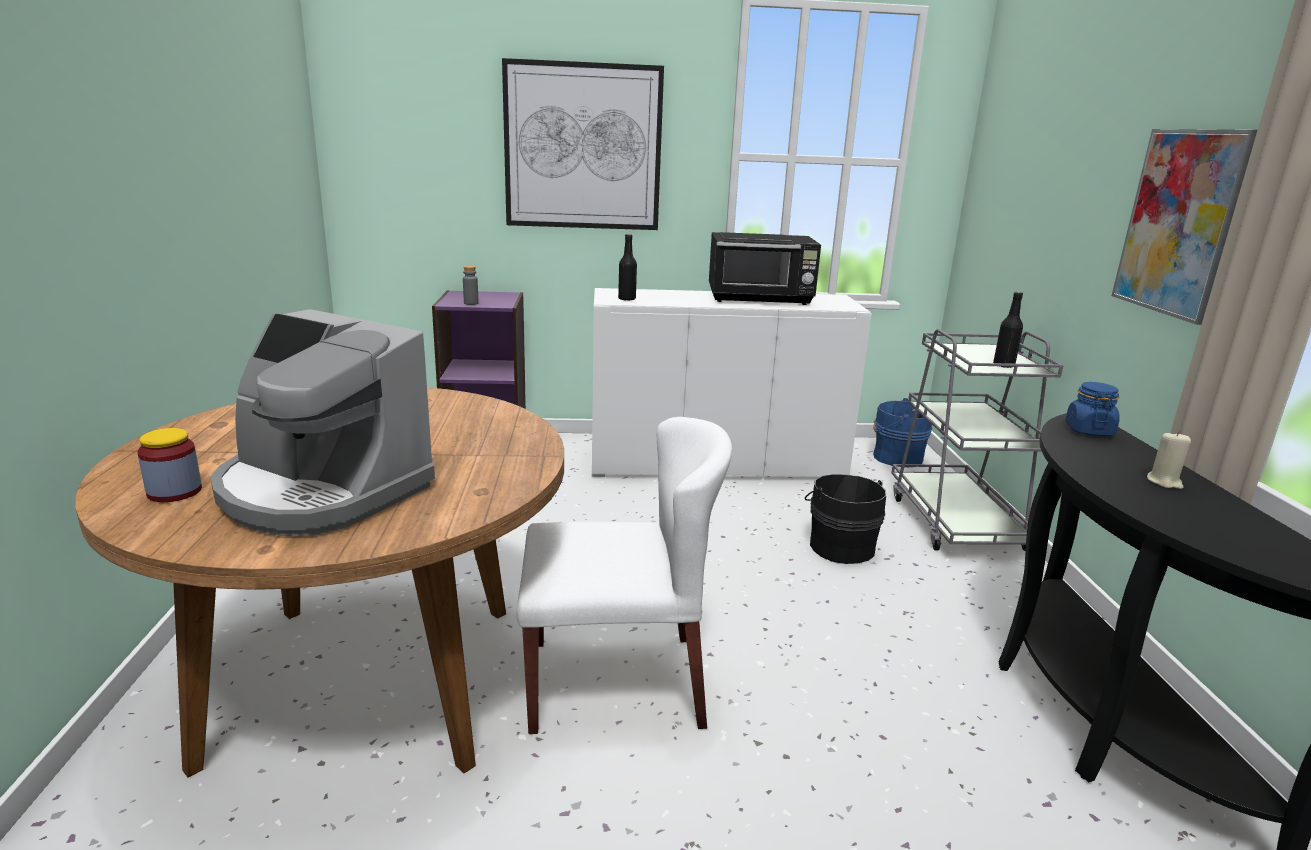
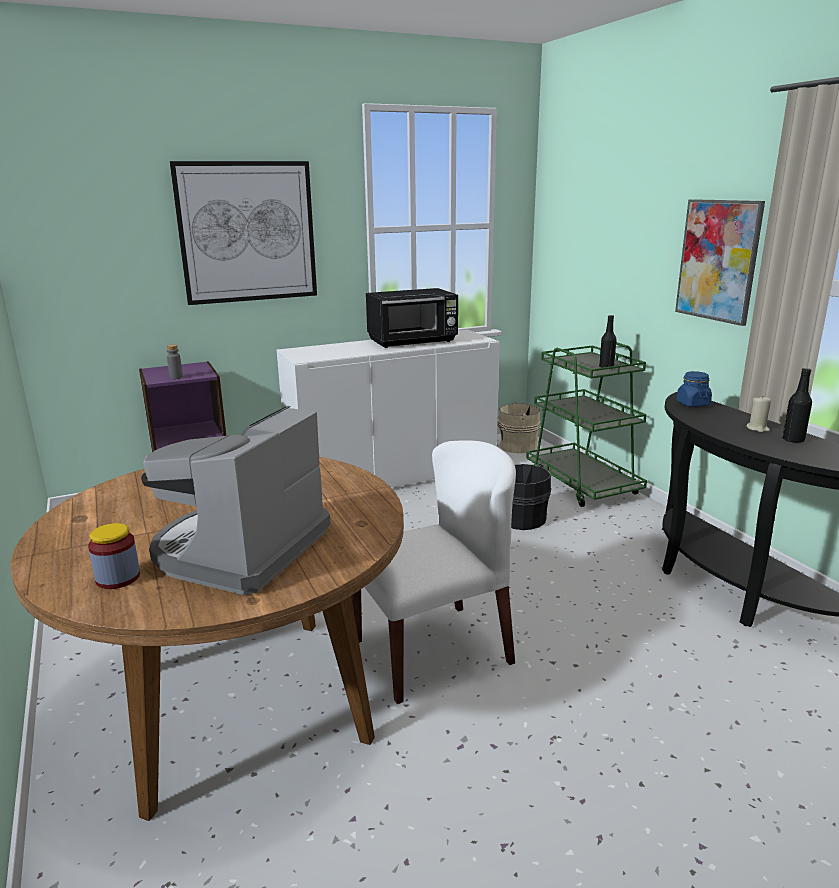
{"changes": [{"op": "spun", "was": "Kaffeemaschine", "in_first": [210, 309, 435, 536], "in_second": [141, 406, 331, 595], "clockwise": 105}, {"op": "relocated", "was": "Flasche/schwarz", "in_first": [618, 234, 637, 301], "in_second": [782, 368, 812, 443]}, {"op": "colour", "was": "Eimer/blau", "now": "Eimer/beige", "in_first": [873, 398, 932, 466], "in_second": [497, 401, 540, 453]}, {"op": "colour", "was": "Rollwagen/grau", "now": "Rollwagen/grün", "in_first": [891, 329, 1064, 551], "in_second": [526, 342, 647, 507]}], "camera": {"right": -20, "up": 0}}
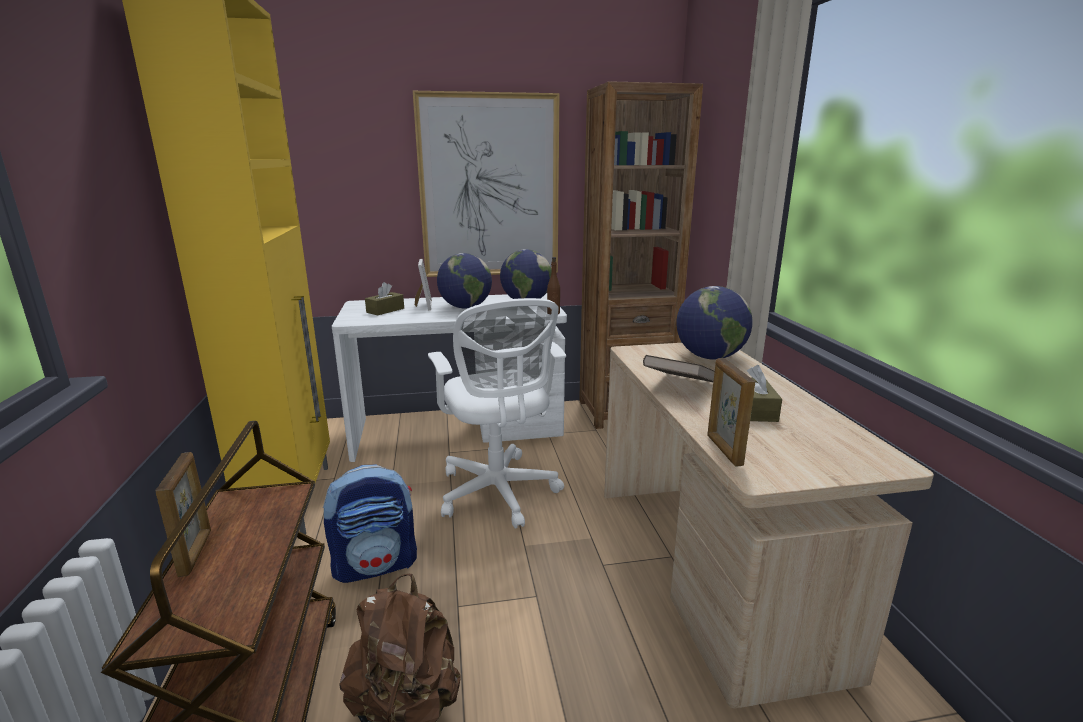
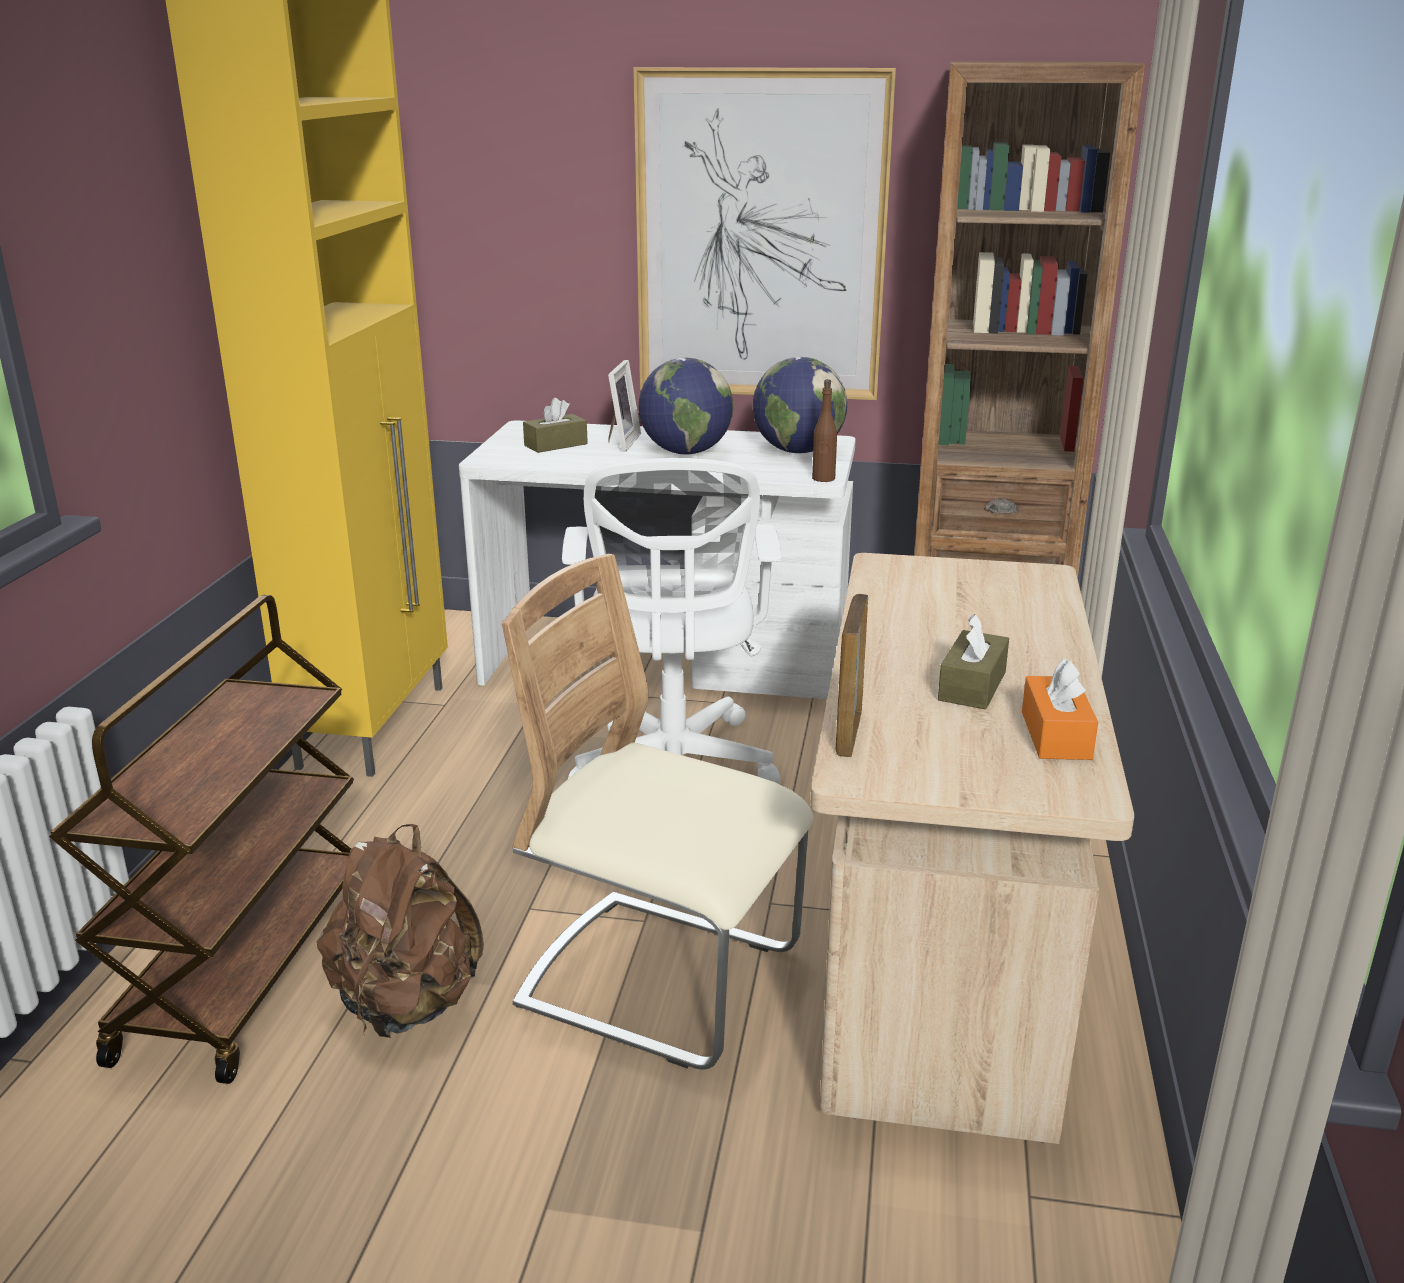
{"changes": [{"op": "missing", "was": "Bilderrahmen", "in_first": [155, 452, 211, 577]}, {"op": "missing", "was": "Rucksack", "in_first": [323, 465, 417, 583]}, {"op": "missing", "was": "Buch/braun", "in_first": [643, 355, 715, 382]}, {"op": "missing", "was": "Globus", "in_first": [676, 286, 752, 359]}, {"op": "appeared", "now": "Stuhl/beige", "in_second": [502, 554, 814, 1070]}, {"op": "appeared", "now": "Taschentuchbox/orange", "in_second": [1022, 659, 1098, 760]}], "camera": {"right": 20, "up": 5}}
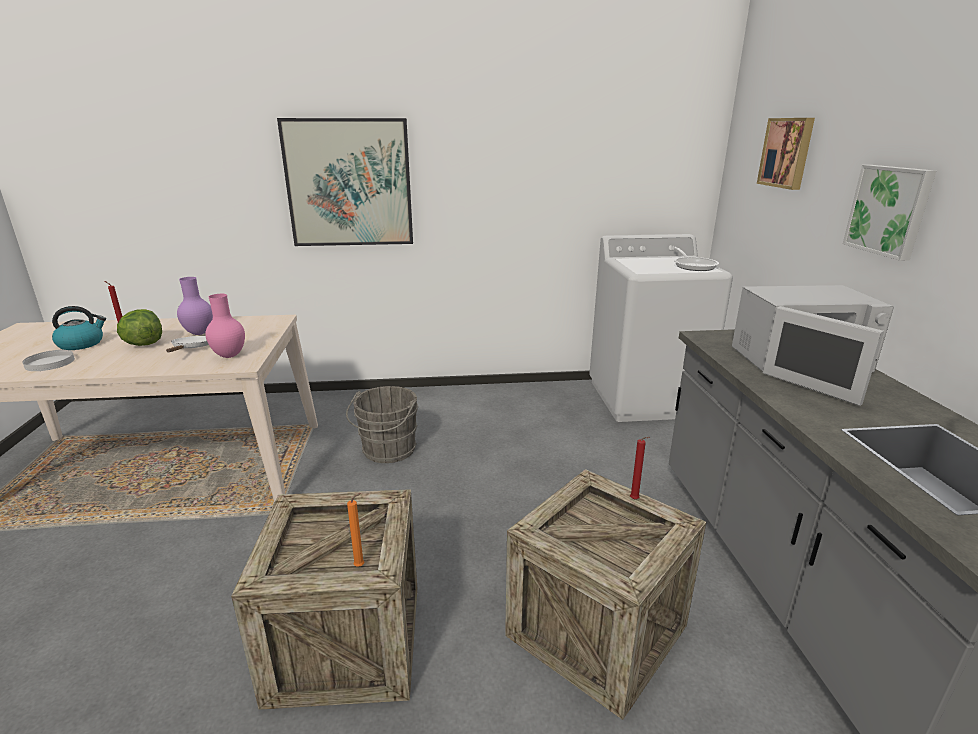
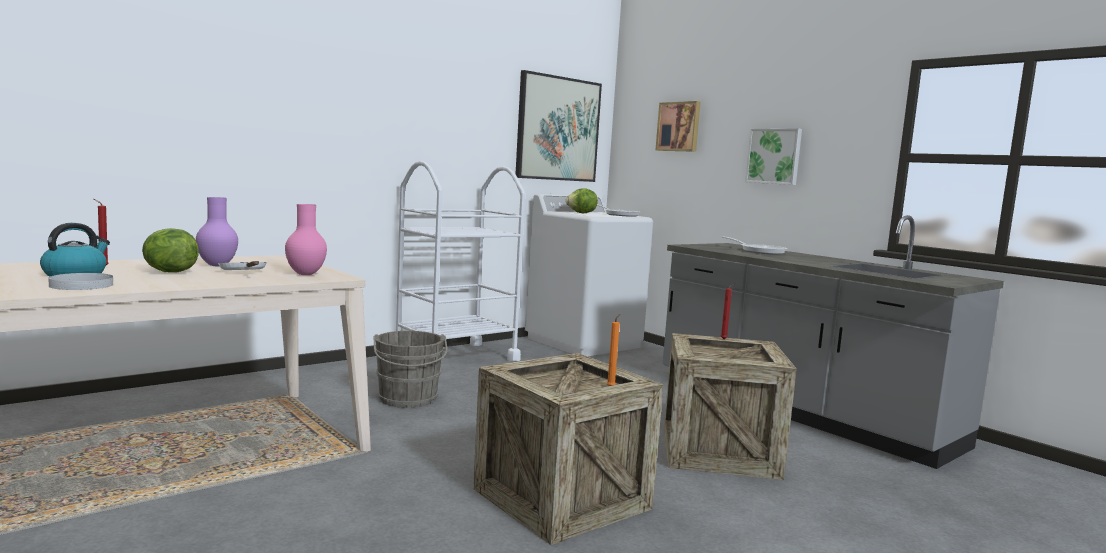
{"changes": [{"op": "relocated", "was": "Bild", "in_first": [277, 118, 413, 246], "in_second": [515, 70, 602, 182]}, {"op": "exchanged", "was": "Mikrowelle/weiß", "now": "Pfanne", "in_first": [732, 285, 894, 406], "in_second": [722, 236, 787, 255]}, {"op": "appeared", "now": "Rollwagen/weiß", "in_second": [396, 161, 525, 361]}, {"op": "appeared", "now": "Salatkopf", "in_second": [565, 188, 598, 213]}], "camera": {"right": -35, "up": -15}}
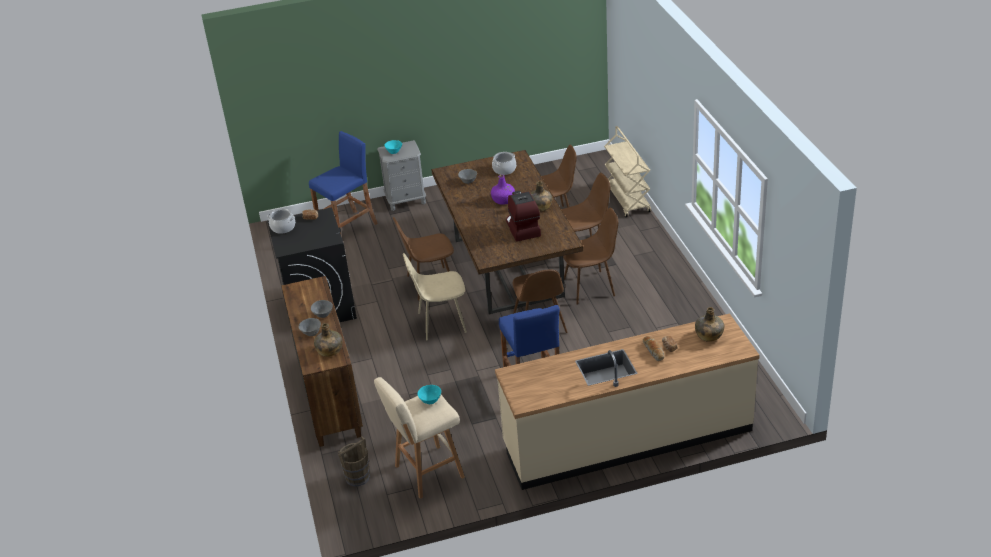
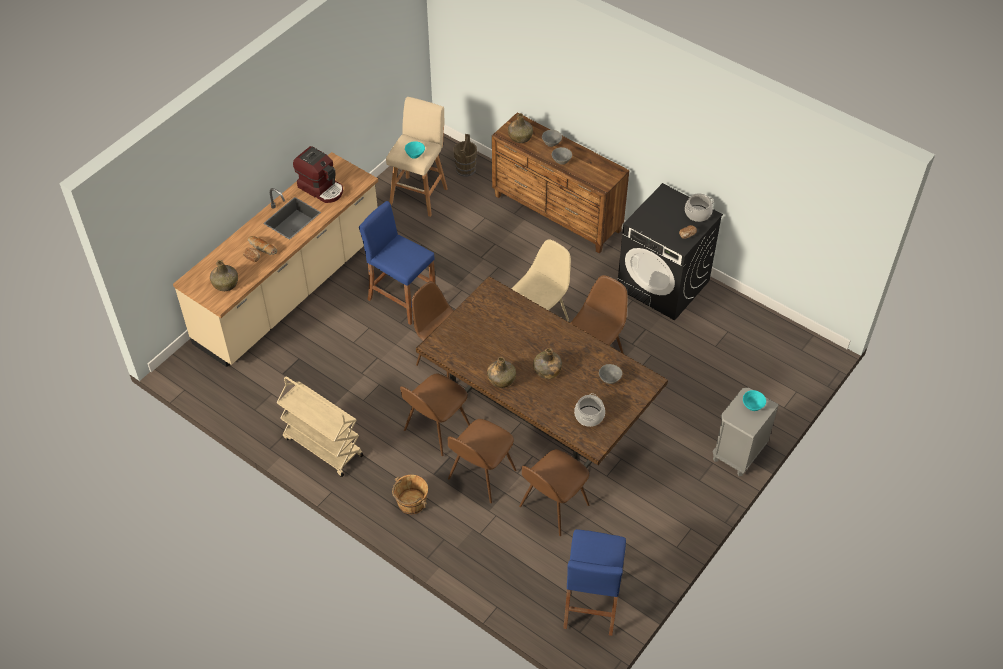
{"changes": [{"op": "relocated", "was": "Hocker/blau", "in_first": [309, 131, 378, 234], "in_second": [563, 529, 626, 636]}, {"op": "colour", "was": "Flasche/lila", "now": "Flasche/grün", "in_first": [491, 174, 515, 205], "in_second": [533, 348, 562, 379]}, {"op": "relocated", "was": "Kaffeemaschine", "in_first": [506, 191, 541, 242], "in_second": [293, 146, 343, 203]}, {"op": "relocated", "was": "Rollwagen/beige", "in_first": [604, 126, 651, 217], "in_second": [276, 377, 364, 477]}, {"op": "appeared", "now": "Eimer/braun", "in_second": [392, 475, 428, 514]}], "camera": {"right": 140, "up": 15}}
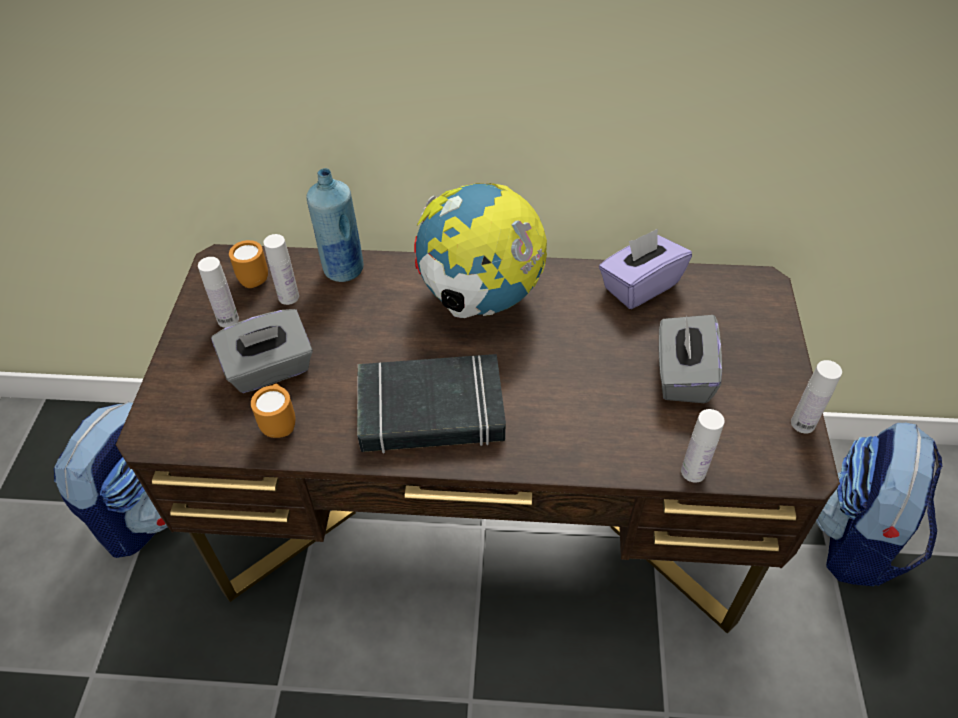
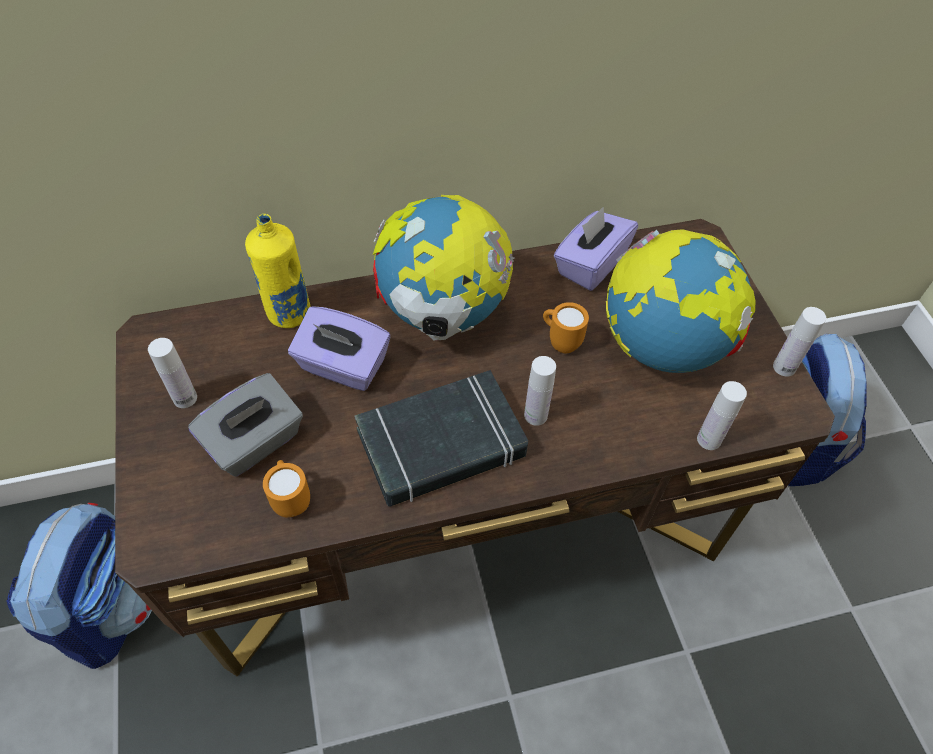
{"changes": [{"op": "relocated", "was": "Henkelbecher/orange", "in_first": [229, 240, 268, 288], "in_second": [543, 302, 589, 354]}, {"op": "relocated", "was": "Flasche/weiß", "in_first": [263, 234, 299, 305], "in_second": [524, 356, 556, 426]}, {"op": "colour", "was": "Flasche/blau", "now": "Flasche/gelb", "in_first": [306, 168, 364, 282], "in_second": [245, 214, 311, 328]}, {"op": "exchanged", "was": "Taschentuchbox/grau", "now": "Globus", "in_first": [659, 315, 722, 403], "in_second": [606, 229, 755, 373]}, {"op": "appeared", "now": "Taschentuchbox/lila", "in_second": [288, 306, 390, 391]}], "camera": {"right": -20, "up": 5}}
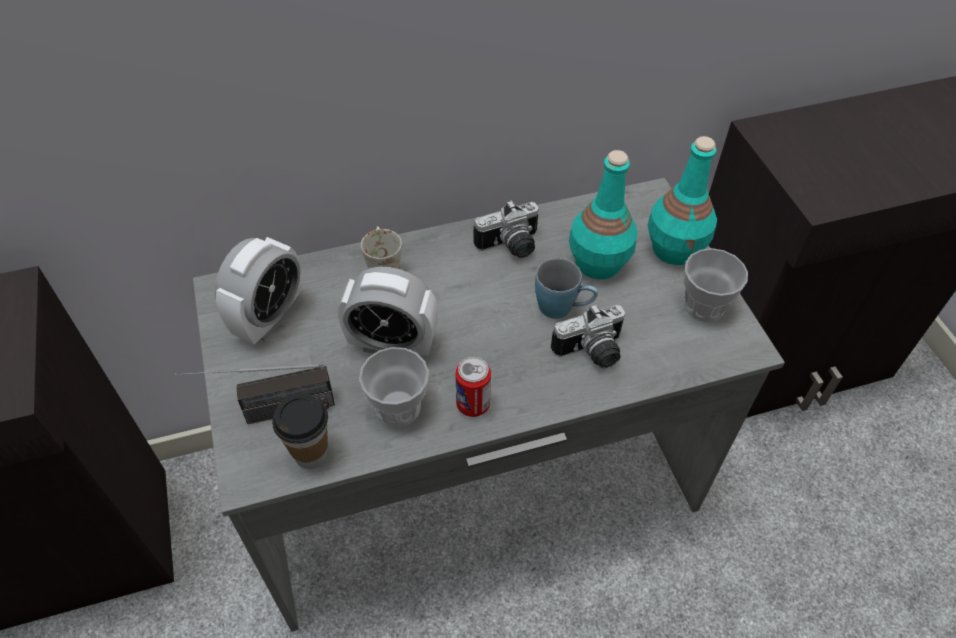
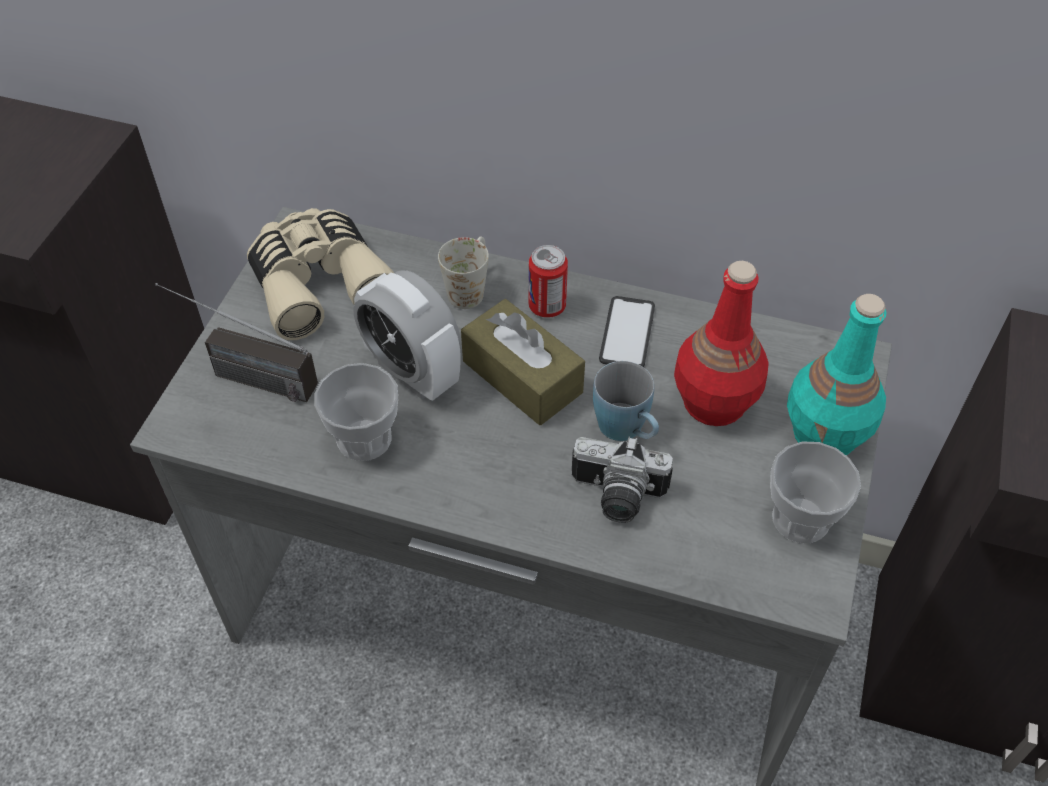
{"changes": [{"op": "exchanged", "was": "Wecker", "now": "Fernglas/beige", "in_first": [215, 237, 302, 345], "in_second": [247, 208, 394, 340]}, {"op": "missing", "was": "Tasse", "in_first": [272, 394, 328, 469]}, {"op": "relocated", "was": "Dose", "in_first": [456, 357, 491, 417], "in_second": [529, 245, 568, 318]}, {"op": "exchanged", "was": "Kamera", "now": "Handy", "in_first": [474, 200, 539, 258], "in_second": [599, 296, 655, 367]}, {"op": "colour", "was": "Flasche/türkis", "now": "Flasche/rot", "in_first": [569, 150, 638, 279], "in_second": [674, 261, 769, 426]}, {"op": "appeared", "now": "Taschentuchbox/braun", "in_second": [461, 299, 585, 425]}], "camera": {"right": 35, "up": 0}}
